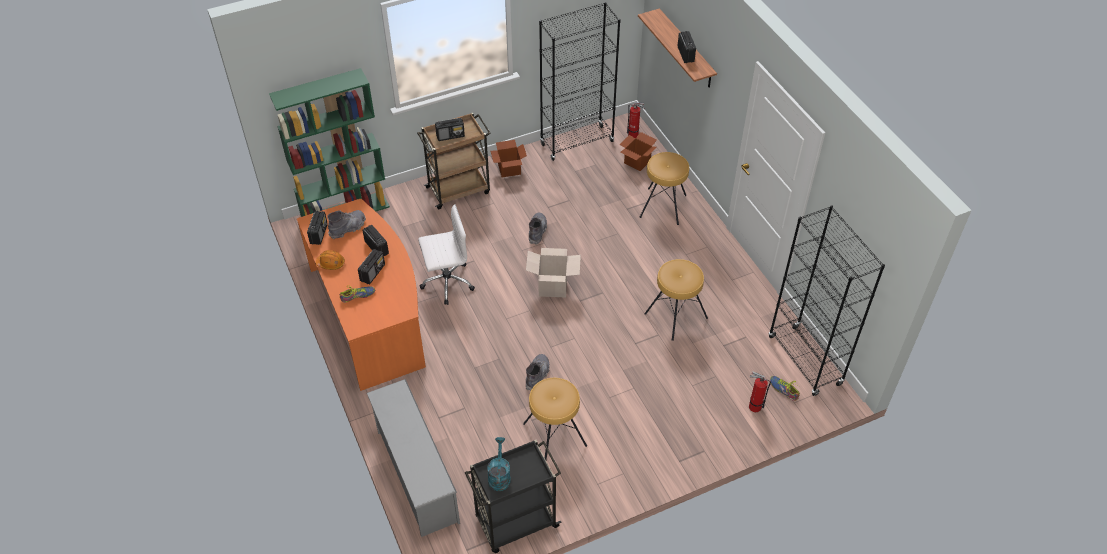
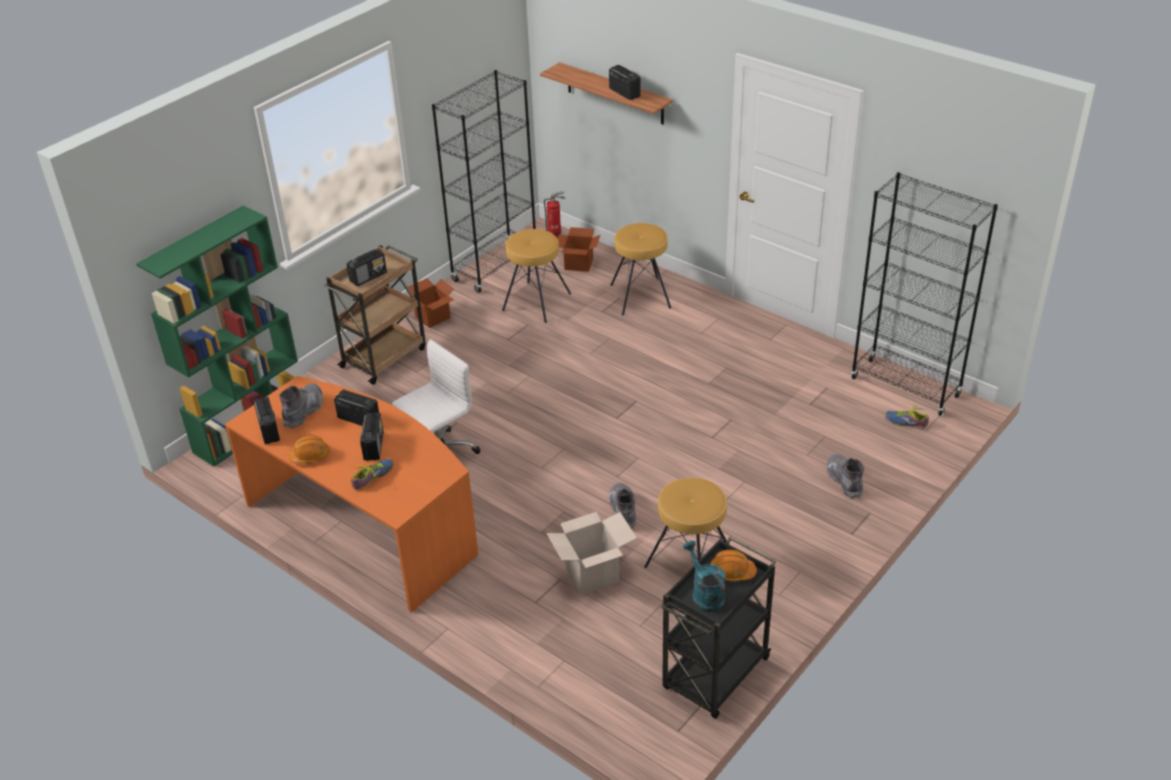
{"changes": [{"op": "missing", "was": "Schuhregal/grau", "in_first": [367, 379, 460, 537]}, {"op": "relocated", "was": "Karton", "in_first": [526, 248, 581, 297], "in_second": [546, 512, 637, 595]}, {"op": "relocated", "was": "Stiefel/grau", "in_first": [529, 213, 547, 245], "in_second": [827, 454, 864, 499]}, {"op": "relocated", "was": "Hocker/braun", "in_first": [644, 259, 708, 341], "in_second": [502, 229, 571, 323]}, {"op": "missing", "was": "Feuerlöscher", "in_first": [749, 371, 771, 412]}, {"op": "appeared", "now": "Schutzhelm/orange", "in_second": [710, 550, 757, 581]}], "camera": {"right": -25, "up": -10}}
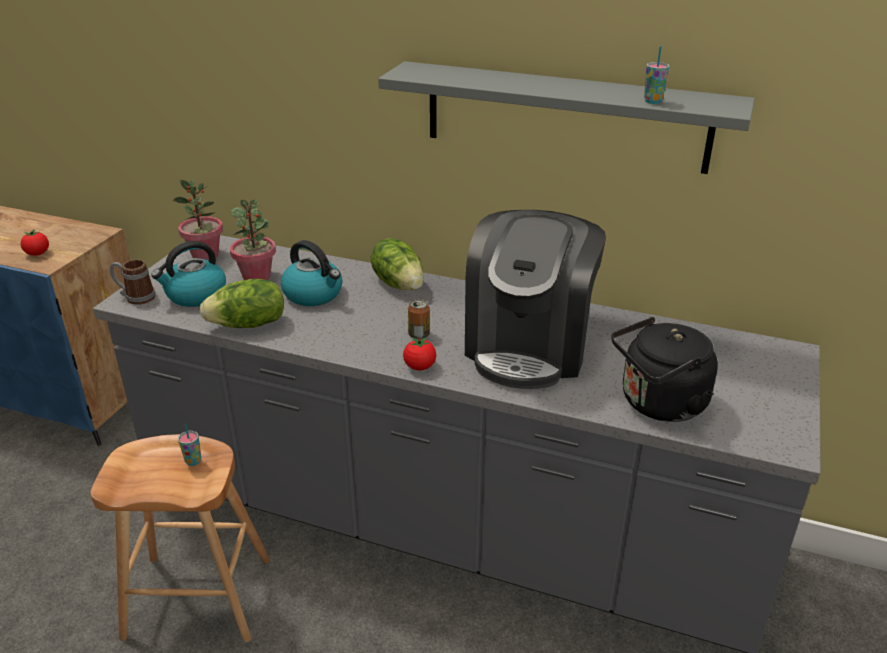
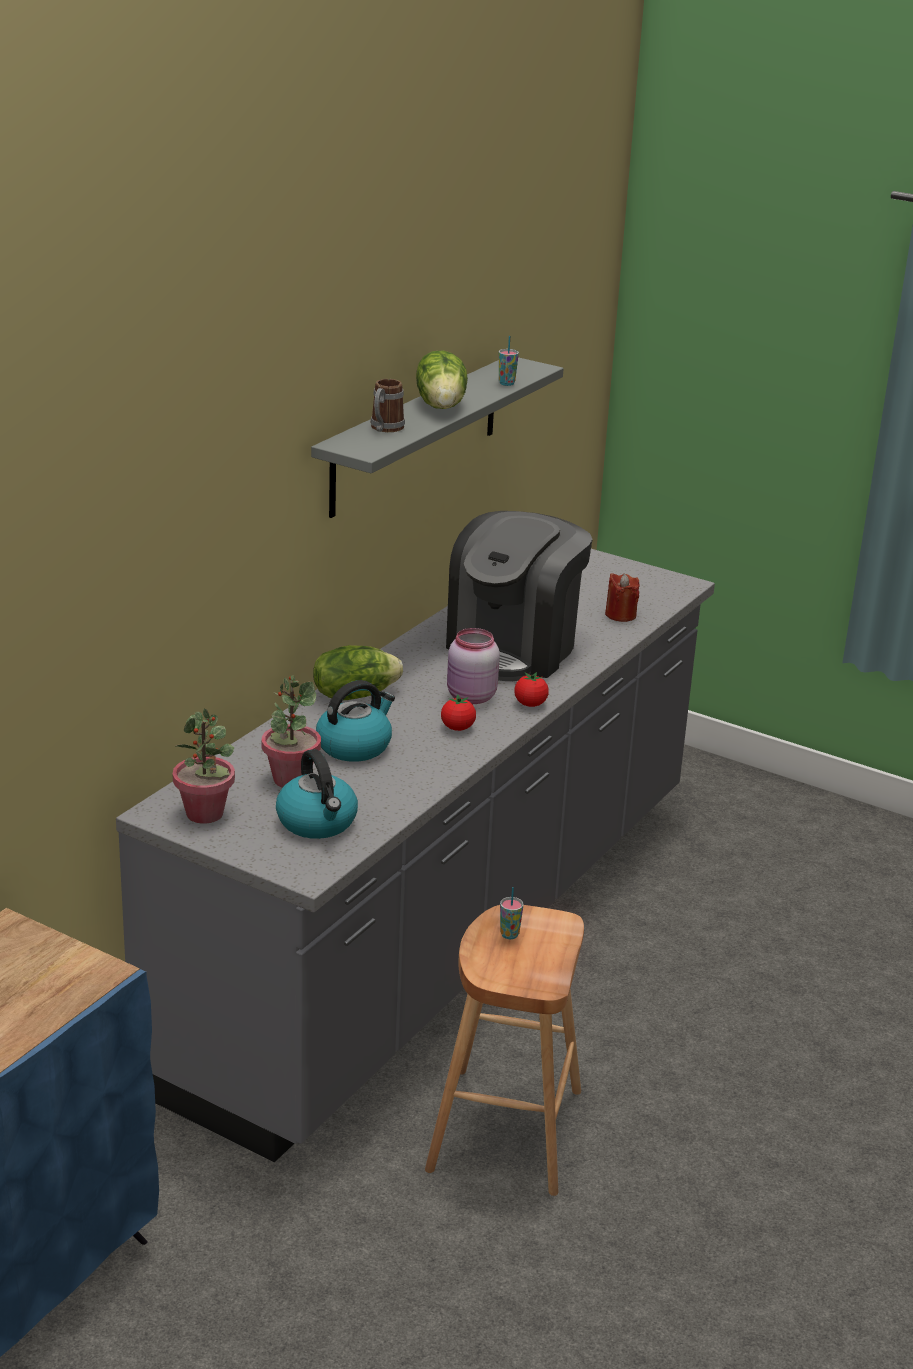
{"changes": [{"op": "relocated", "was": "Tomate", "in_first": [21, 230, 49, 256], "in_second": [441, 694, 476, 731]}, {"op": "relocated", "was": "Henkelbecher", "in_first": [109, 259, 155, 305], "in_second": [370, 379, 405, 432]}, {"op": "relocated", "was": "Salatkopf", "in_first": [200, 279, 284, 328], "in_second": [416, 350, 468, 409]}, {"op": "exchanged", "was": "Dose", "now": "Vorratsglas/rosa", "in_first": [408, 299, 430, 339], "in_second": [447, 628, 500, 704]}, {"op": "spun", "was": "Kaffeemaschine", "in_first": [465, 210, 606, 389], "in_second": [446, 511, 593, 681], "clockwise": 90}, {"op": "exchanged", "was": "Wasserkessel/schwarz", "now": "Kerze/rot", "in_first": [611, 317, 718, 422], "in_second": [605, 573, 639, 622]}], "camera": {"right": -80, "up": -5}}
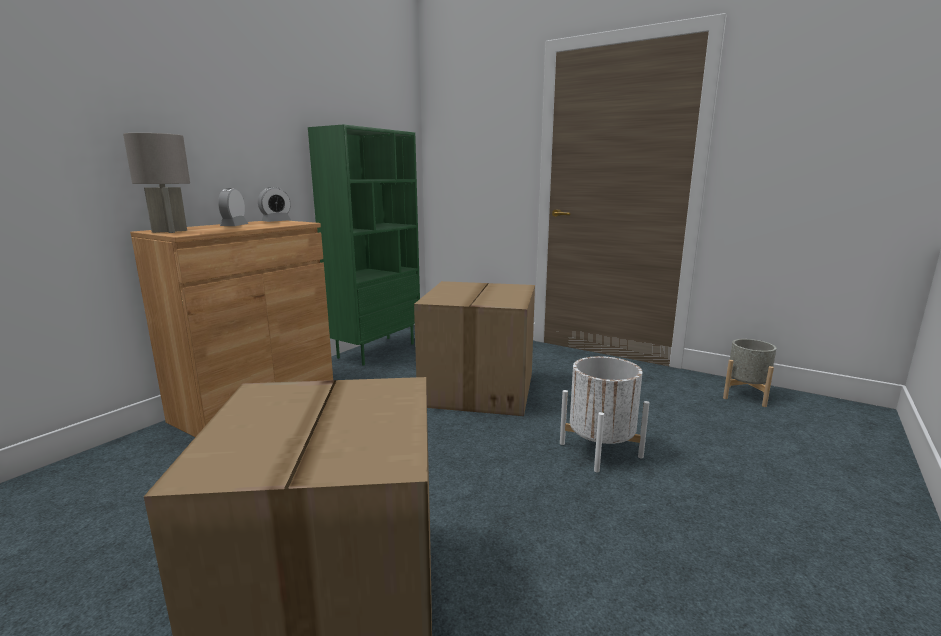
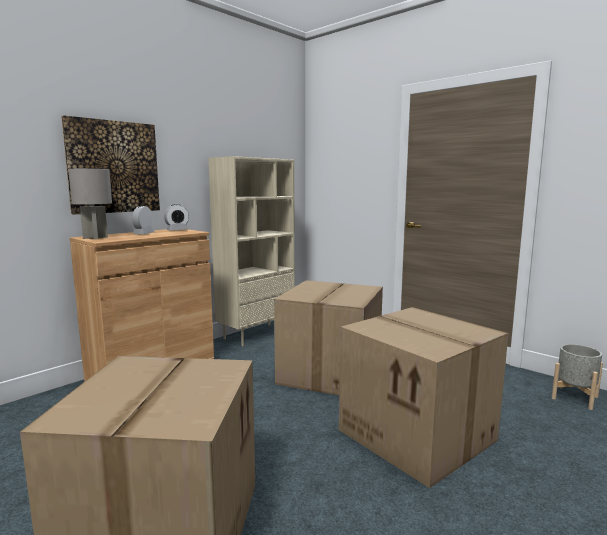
{"changes": [{"op": "colour", "was": "Bücherregal/grün", "now": "Bücherregal/beige", "in_first": [308, 124, 420, 366], "in_second": [208, 156, 295, 346]}, {"op": "exchanged", "was": "Pflanzkübel/weiß", "now": "Karton", "in_first": [560, 356, 649, 472], "in_second": [339, 307, 508, 488]}, {"op": "appeared", "now": "Bild", "in_second": [61, 115, 160, 215]}], "camera": {"right": 10, "up": -5}}
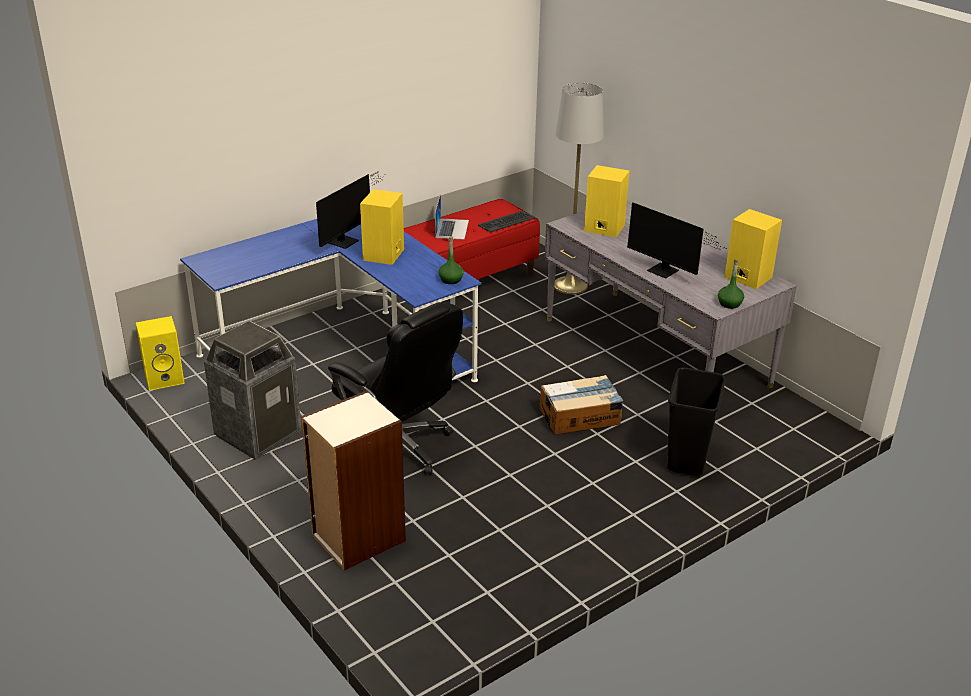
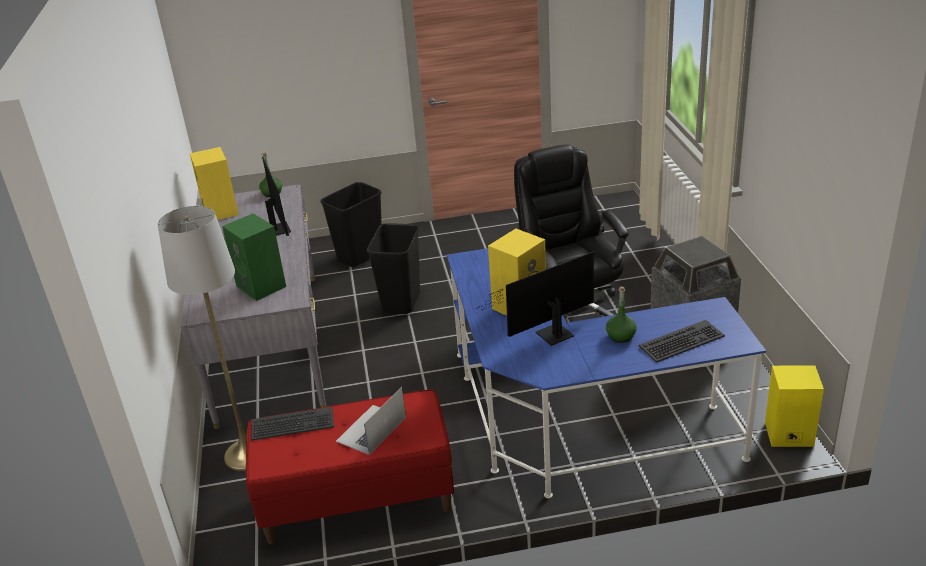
{"changes": [{"op": "missing", "was": "Bücherregal", "in_first": [301, 391, 406, 571]}, {"op": "relocated", "was": "Flasche/grün", "in_first": [438, 236, 464, 284], "in_second": [606, 286, 637, 343]}, {"op": "exchanged", "was": "Karton", "now": "Mülleimer/schwarz", "in_first": [540, 375, 623, 435], "in_second": [367, 223, 420, 314]}, {"op": "colour", "was": "Lautsprecher/gelb", "now": "Lautsprecher/grün", "in_first": [584, 165, 629, 237], "in_second": [222, 213, 286, 301]}, {"op": "appeared", "now": "Tastatur", "in_second": [639, 320, 725, 363]}], "camera": {"right": -150, "up": 0}}
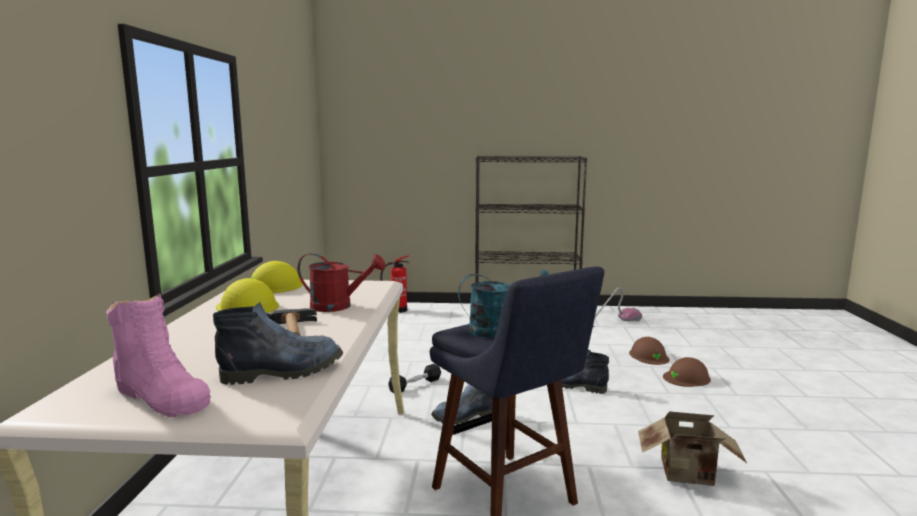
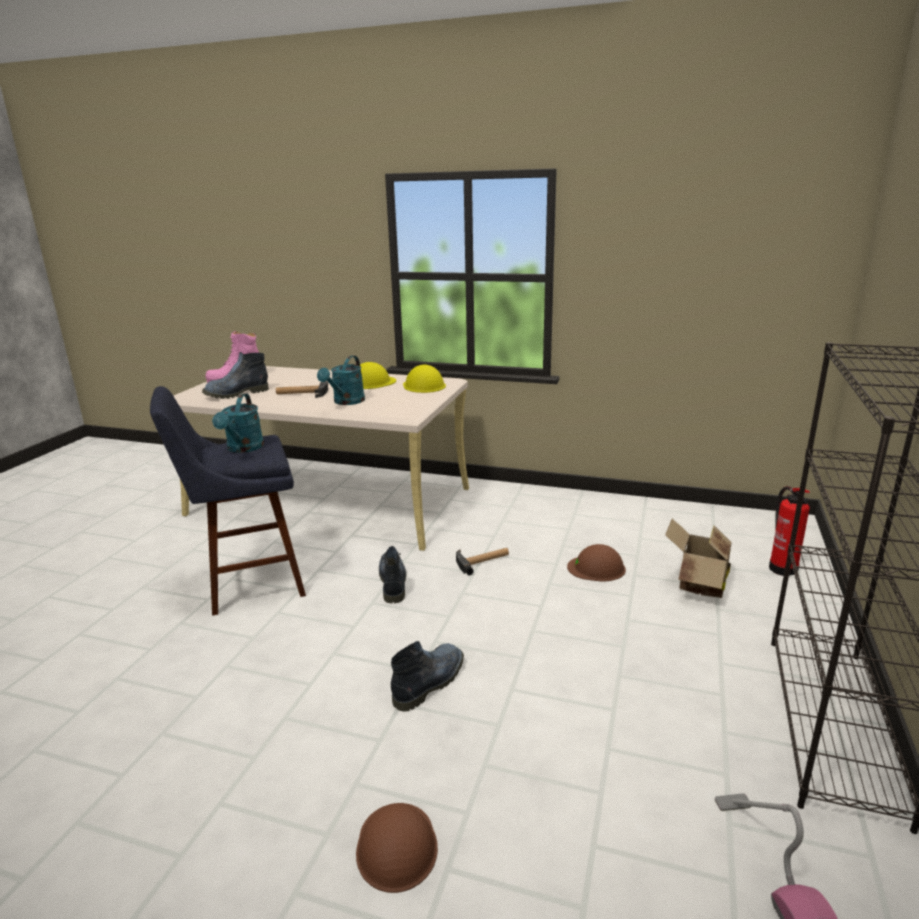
{"changes": [{"op": "spun", "was": "Stiefel", "in_first": [213, 302, 343, 385], "in_second": [202, 352, 269, 399], "clockwise": 60}, {"op": "colour", "was": "Gießkanne/rot", "now": "Gießkanne/türkis", "in_first": [298, 253, 385, 312], "in_second": [317, 356, 365, 405]}, {"op": "exchanged", "was": "Hantel/schwarz", "now": "Hammer", "in_first": [388, 364, 441, 393], "in_second": [456, 548, 509, 575]}, {"op": "relocated", "was": "Schutzhelm/braun", "in_first": [629, 337, 670, 365], "in_second": [567, 544, 626, 581]}, {"op": "relocated", "was": "Karton", "in_first": [638, 411, 747, 486], "in_second": [665, 518, 732, 598]}], "camera": {"right": 105, "up": 10}}
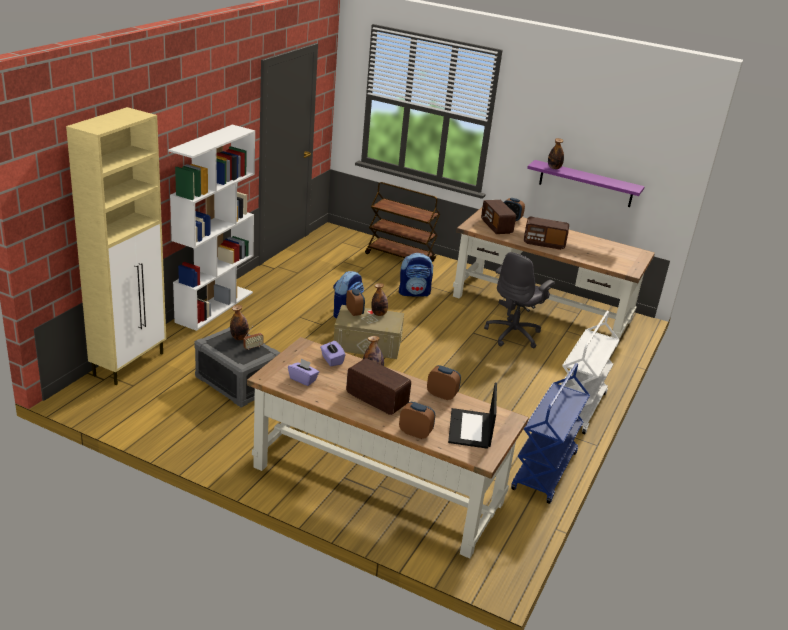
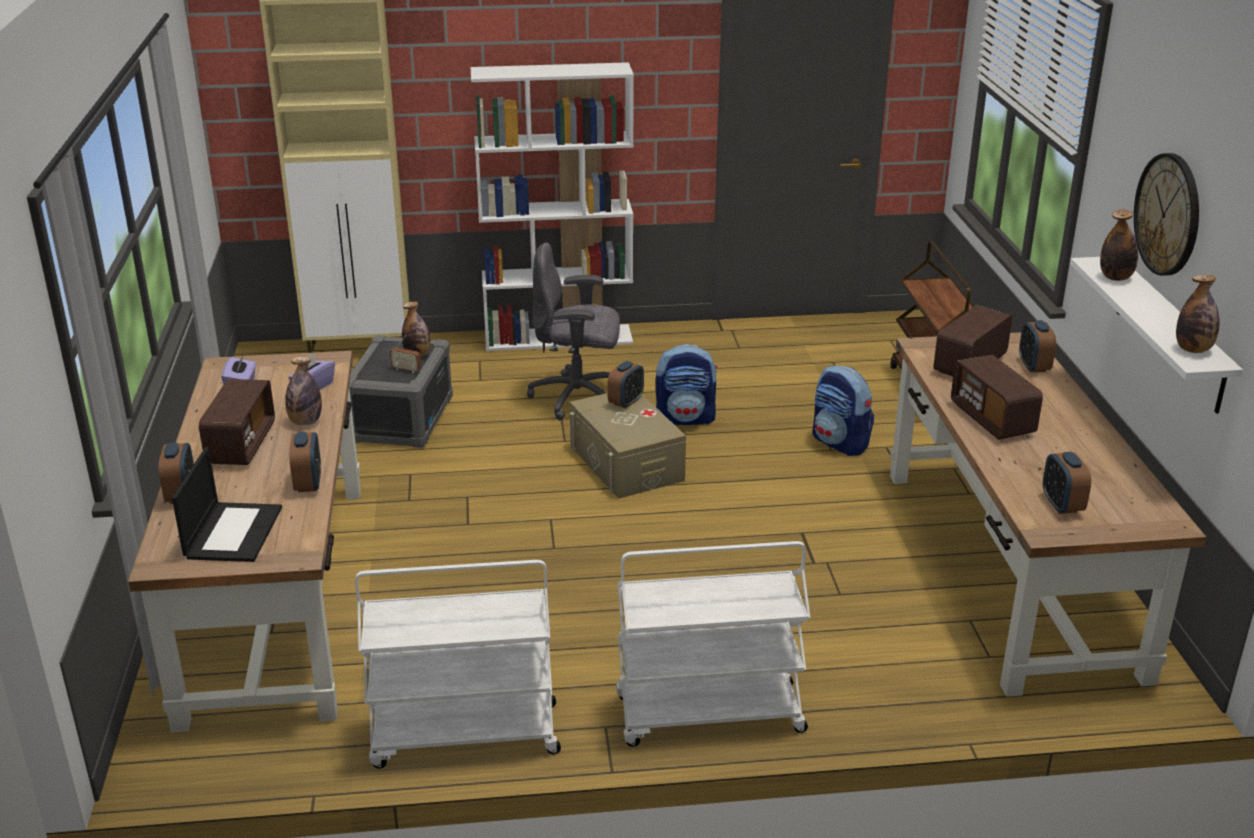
{"changes": [{"op": "relocated", "was": "Flasche", "in_first": [371, 283, 388, 316], "in_second": [1176, 275, 1220, 353]}, {"op": "spun", "was": "Laptop", "in_first": [448, 383, 497, 449], "in_second": [172, 447, 282, 562], "clockwise": 120}, {"op": "relocated", "was": "Bürostuhl/grau", "in_first": [484, 252, 555, 349], "in_second": [527, 242, 620, 420]}, {"op": "colour", "was": "Rollwagen/blau", "now": "Rollwagen/weiß", "in_first": [511, 363, 590, 504], "in_second": [355, 560, 561, 769]}, {"op": "colour", "was": "Wandregal/lila", "now": "Wandregal/weiß", "in_first": [527, 160, 645, 207], "in_second": [1070, 257, 1243, 414]}, {"op": "appeared", "now": "Wecker", "in_second": [1043, 452, 1091, 514]}, {"op": "appeared", "now": "Wanduhr", "in_second": [1134, 153, 1199, 276]}], "camera": {"right": 60, "up": 0}}
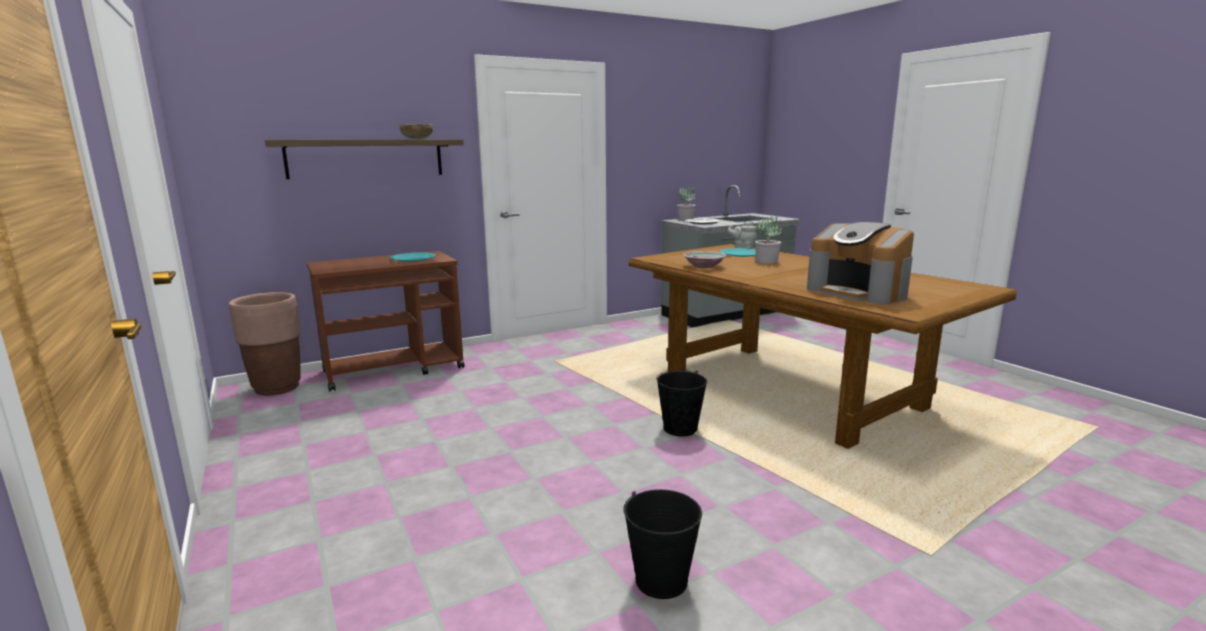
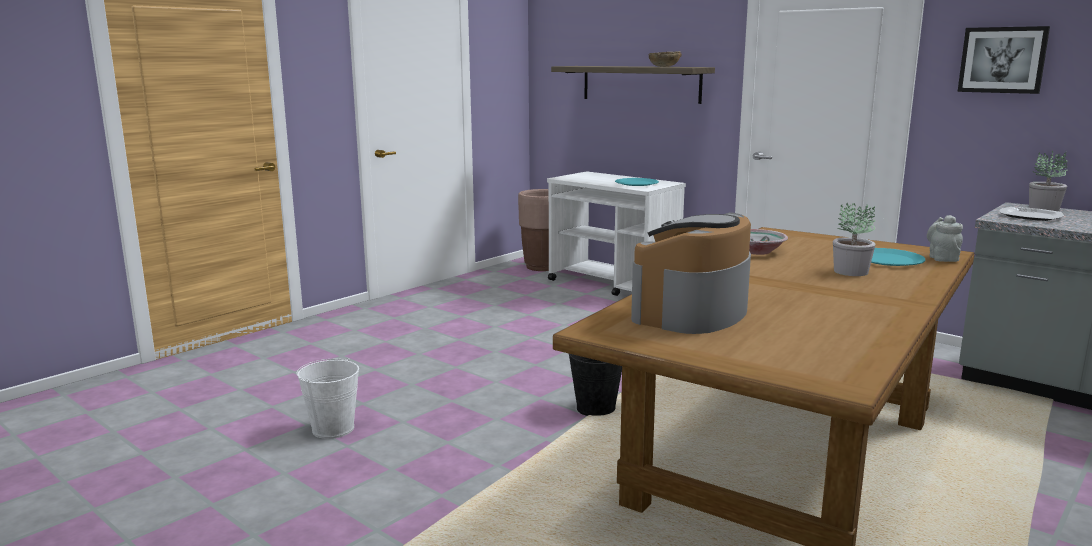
{"changes": [{"op": "colour", "was": "Rollwagen/braun", "now": "Rollwagen/weiß", "in_first": [307, 251, 465, 392], "in_second": [547, 172, 686, 296]}, {"op": "colour", "was": "Eimer/schwarz", "now": "Eimer/weiß", "in_first": [623, 489, 702, 599], "in_second": [297, 358, 359, 439]}, {"op": "appeared", "now": "Bild", "in_second": [957, 26, 1050, 94]}], "camera": {"right": 70, "up": 0}}
